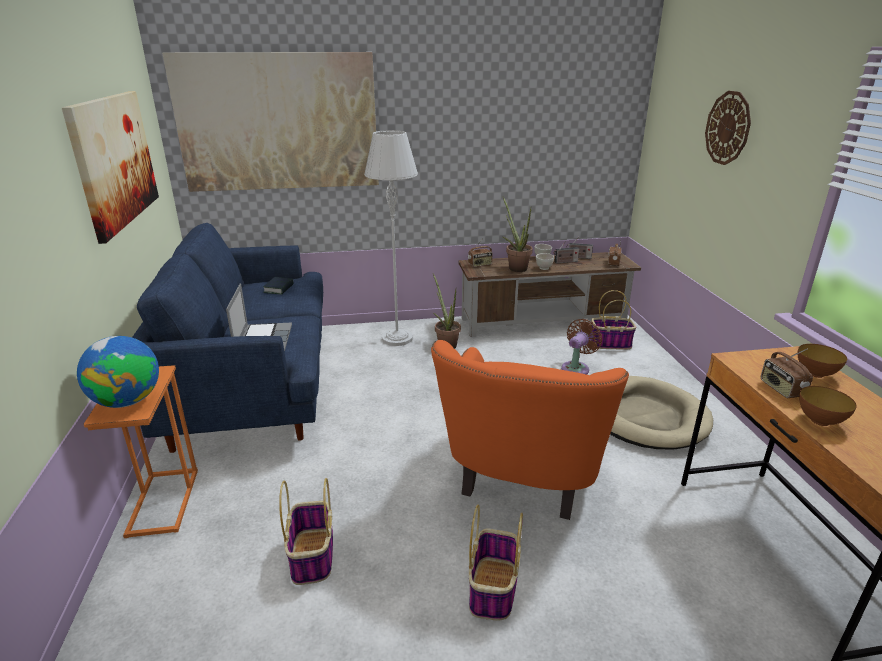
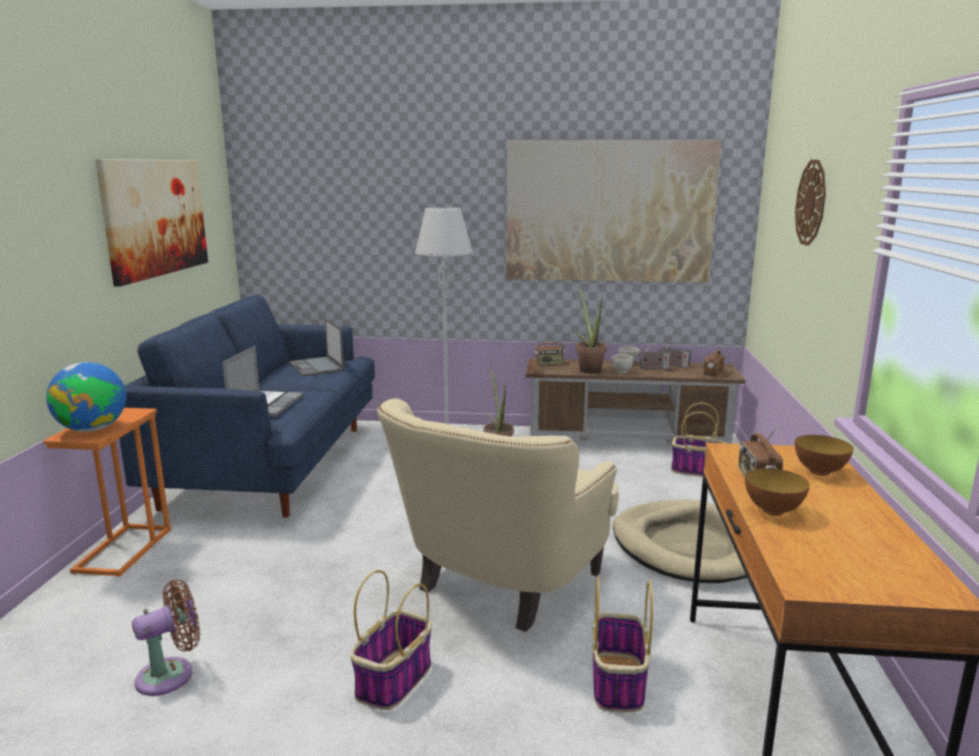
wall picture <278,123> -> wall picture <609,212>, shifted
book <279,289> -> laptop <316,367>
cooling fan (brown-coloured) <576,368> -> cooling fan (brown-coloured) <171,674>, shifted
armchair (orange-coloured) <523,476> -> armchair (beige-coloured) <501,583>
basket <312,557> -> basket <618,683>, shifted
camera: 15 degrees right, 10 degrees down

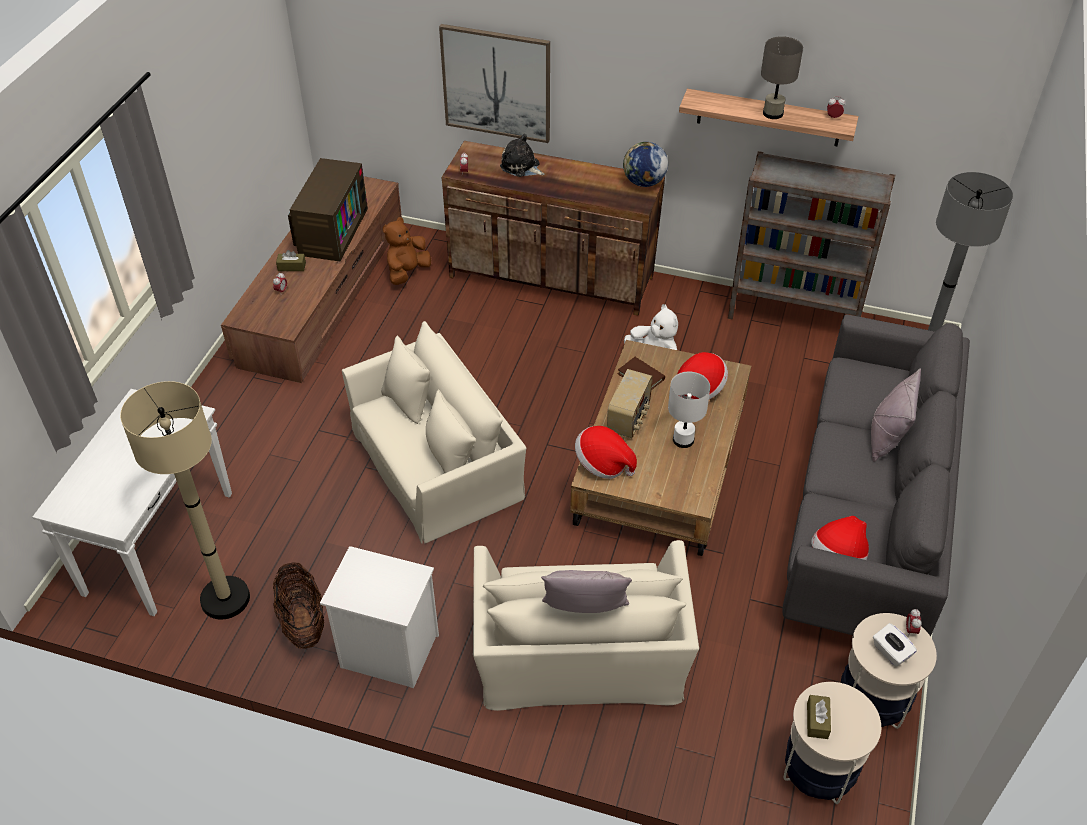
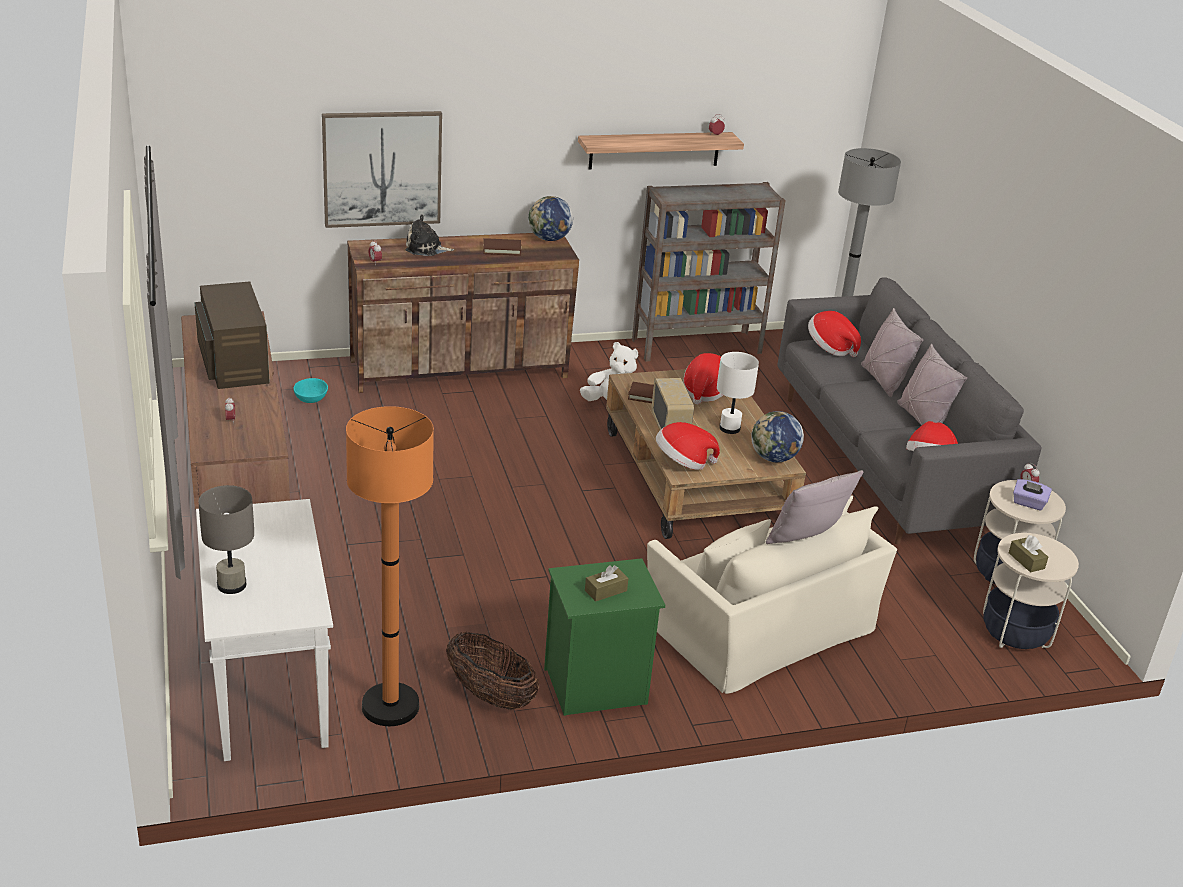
tabletop lamp (gray) <772,113> -> tabletop lamp (gray) <231,585>, shifted
cuddly toy (brown-coloured) <407,272> -> deep dish (turquoise-coloured) <310,399>
box of tissues (brown-coloured) <291,267> -> box of tissues (brown-coloured) <605,591>, shifted
armchair (beige-coloured) <437,464> -> none
standing lamp (beige-coloured) <225,599> -> standing lamp (orange-coloured) <390,706>
night table (white-coloured) <387,651> -> night table (green) <595,687>
box of tissues (white-coloured) <890,652> -> box of tissues (purple-coloured) <1028,503>
none -> book (brown-coloured) <502,249>
none -> hat <830,348>
none -> cushion (purple-coloured) <922,419>
none -> desk globe <773,458>
camera: 35 degrees left, 15 degrees down

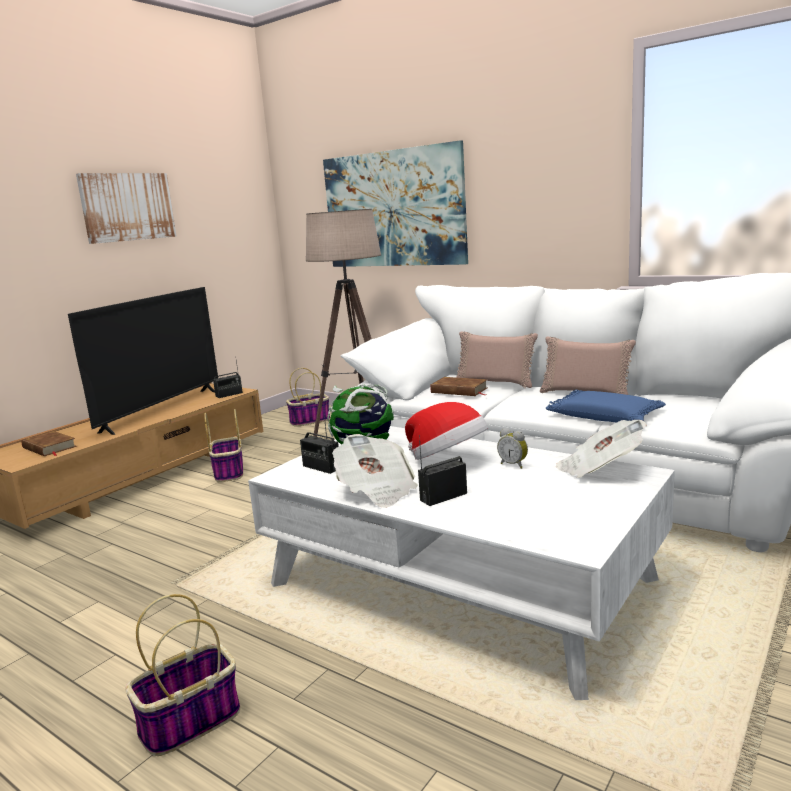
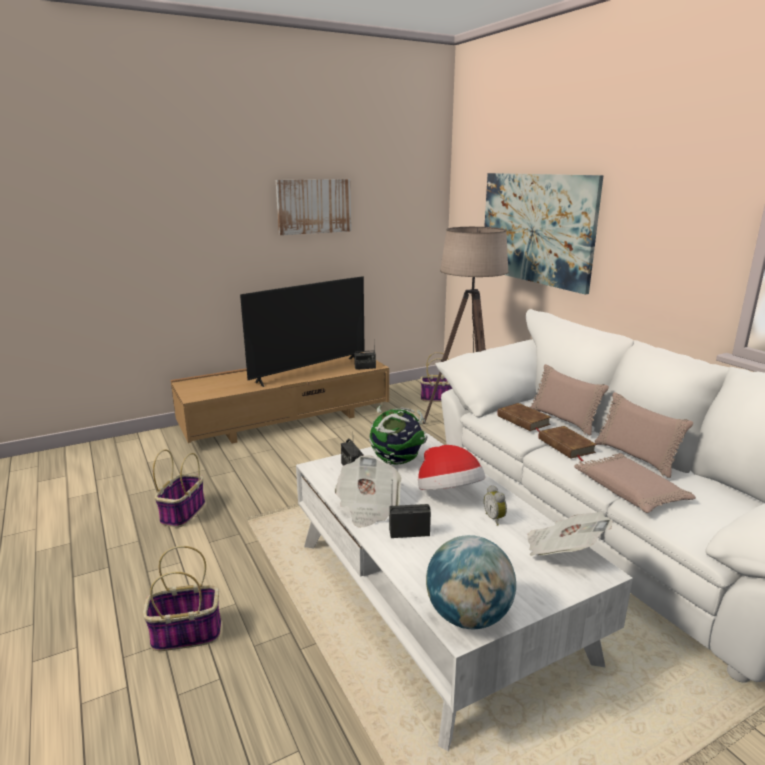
cushion (blue) <604,414> -> cushion (beige-coloured) <630,488>
basket <229,472> -> basket <183,512>, shifted
book (brown-coloured) <49,447> -> book (brown-coloured) <566,446>, shifted
none -> desk globe <468,617>
camera: 25 degrees right, 5 degrees up

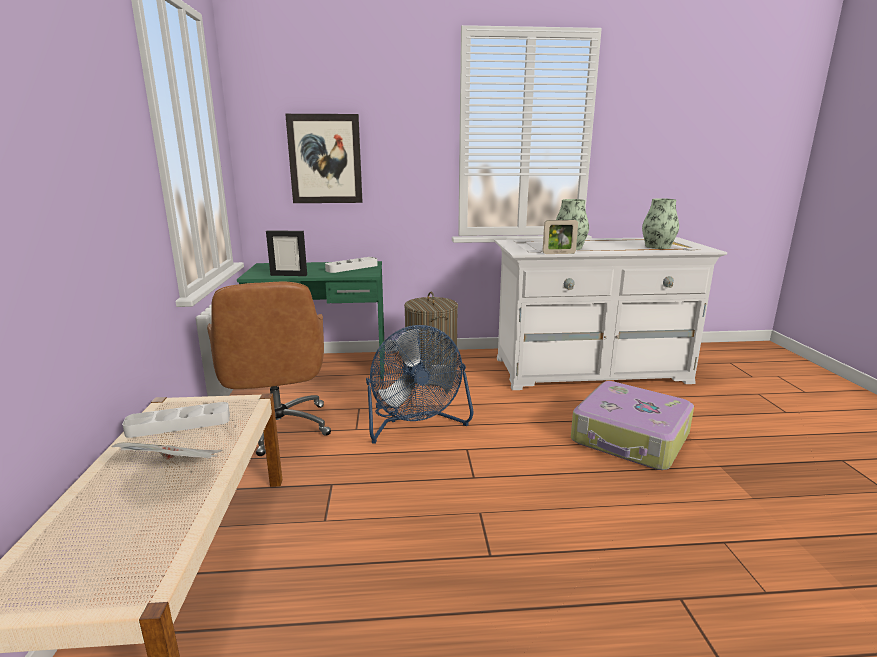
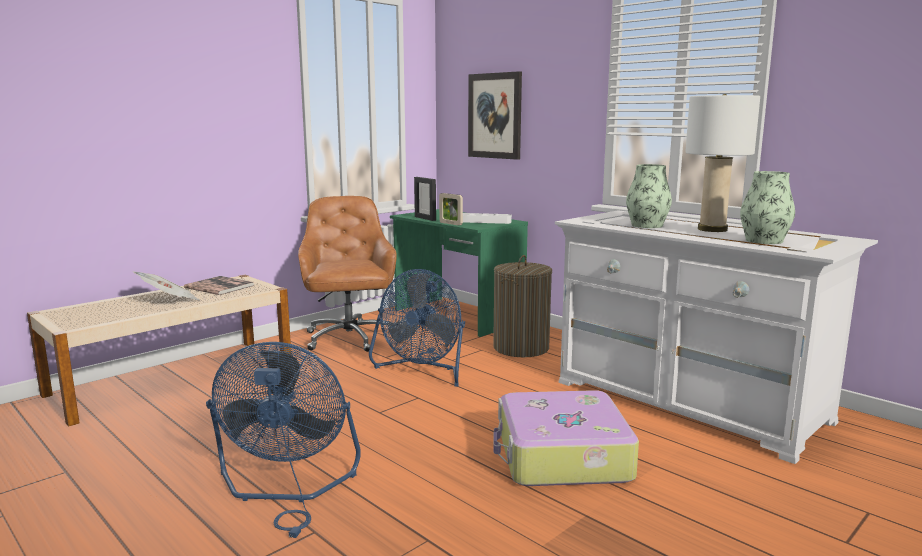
picture frame <558,253> -> picture frame <450,224>, shifted
office chair (brown-coloured) <277,427> -> office chair (brown-coloured) <350,338>, 135 degrees clockwise
carrying tray (white-coloured) <179,424> -> book <219,287>
none -> tabletop lamp (white-coloured) <712,229>
none -> cooling fan (blue) <285,489>
camera: 50 degrees right, 5 degrees down

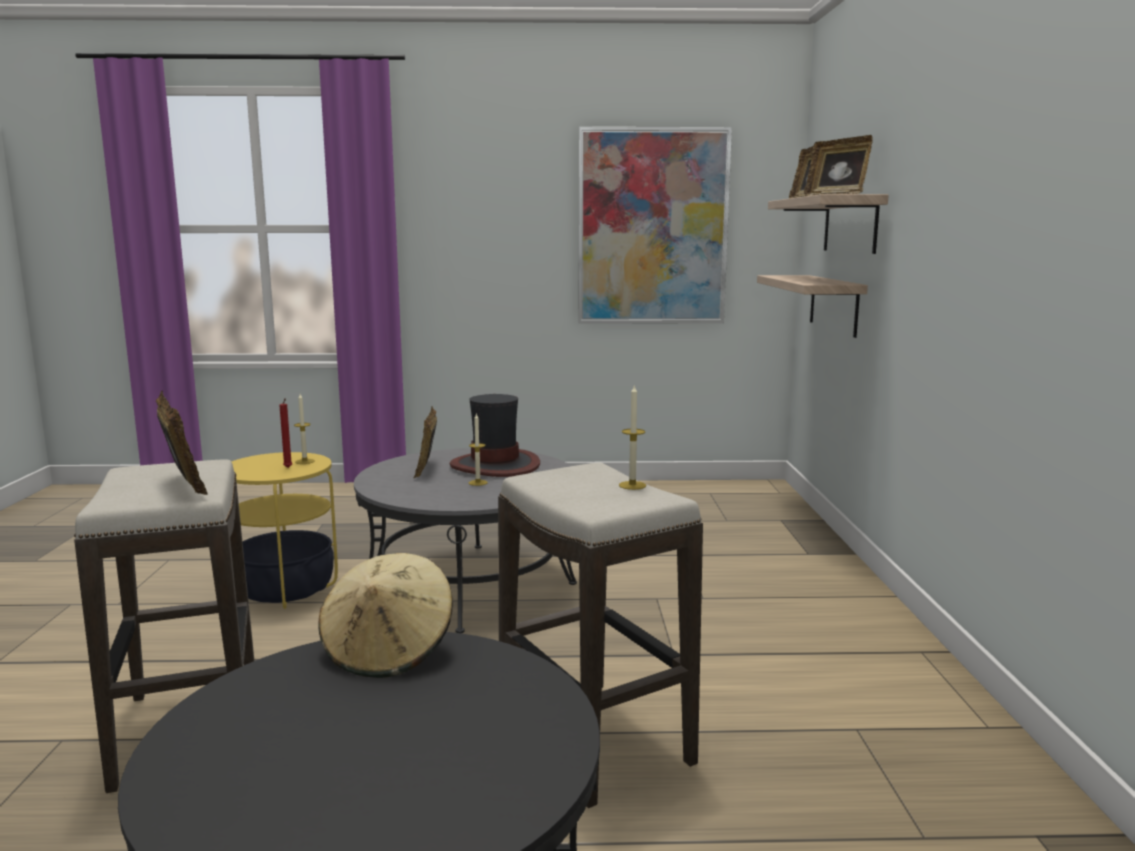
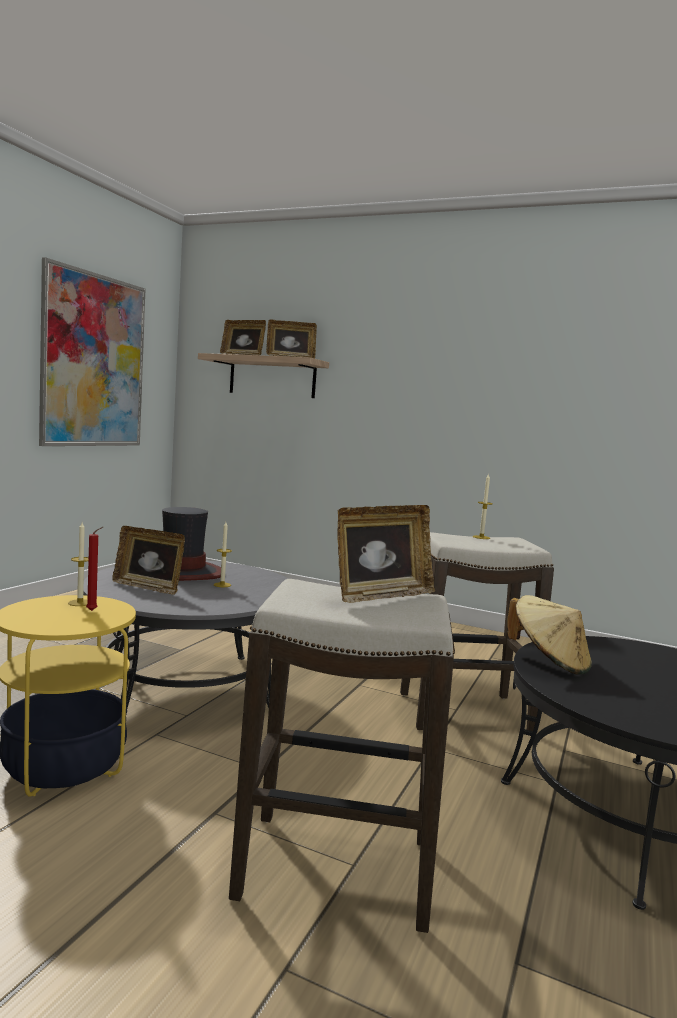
wall shelf <833,304> -> none
picture frame <184,485> -> picture frame <381,595>, 150 degrees clockwise
camera: 65 degrees left, 5 degrees down

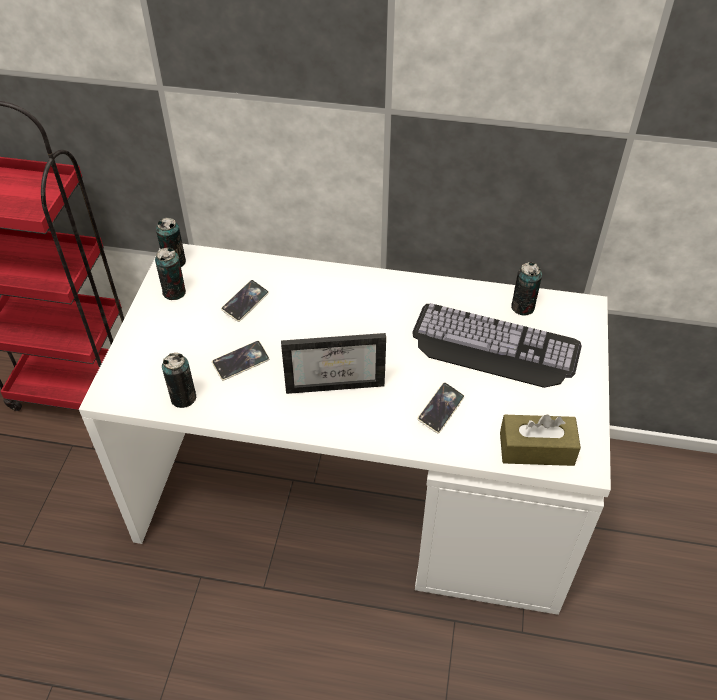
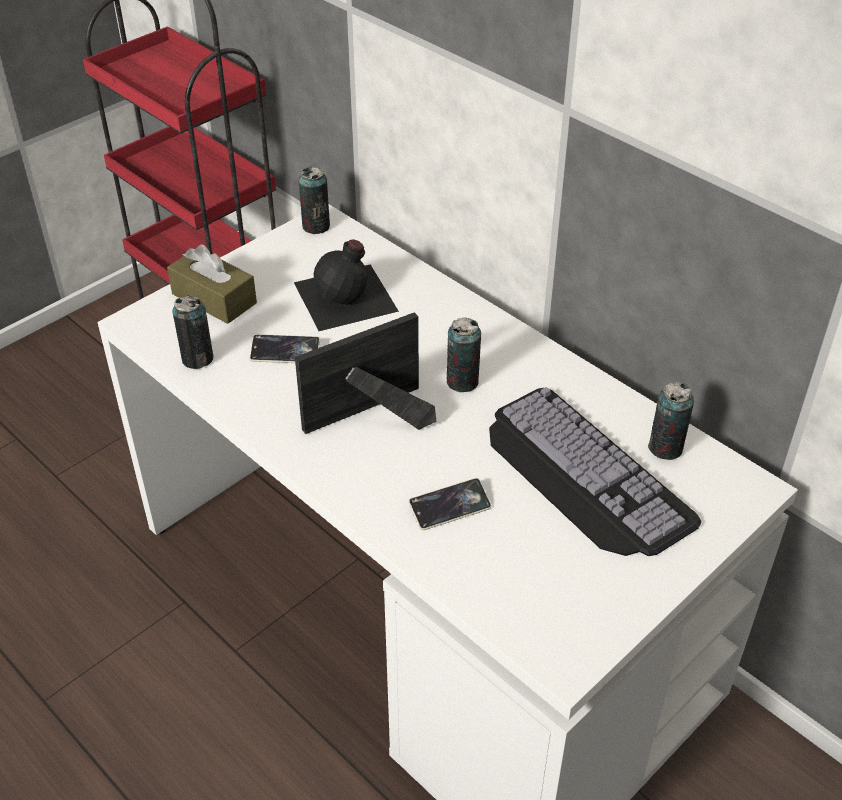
can <174,292> -> can <462,382>, shifted
phone <245,303> -> beverage bottle (blackish) <347,297>
picture frame <336,380> -> picture frame <365,418>, 120 degrees clockwise
box of tissues (brown-coloured) <536,449> -> box of tissues (brown-coloured) <214,298>, shifted
camera: 35 degrees right, 5 degrees down

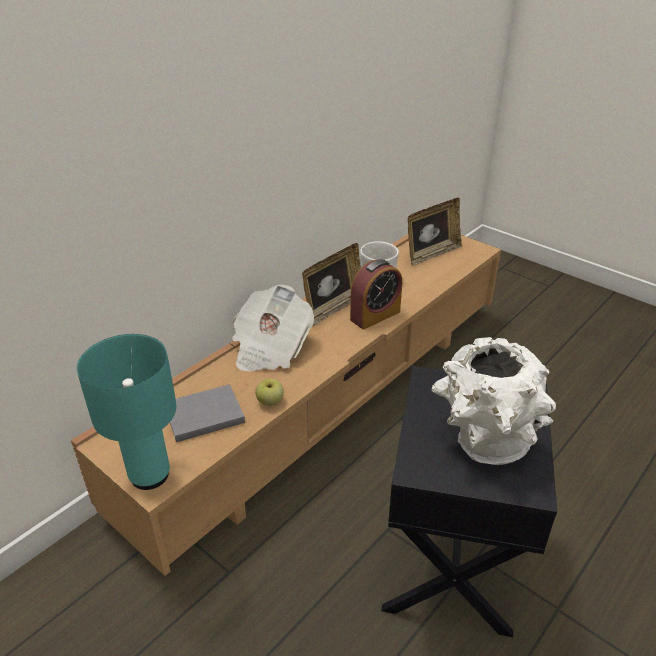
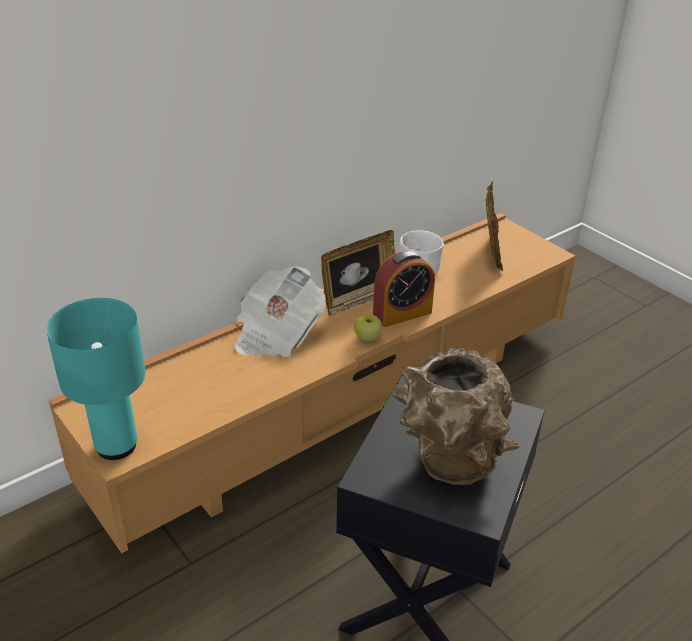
picture frame <431,254> -> picture frame <491,252>, 60 degrees counterclockwise
decorative vase (white-coloured) <484,447> -> decorative vase (brown-coloured) <447,464>
whole apple <270,402> -> whole apple <367,337>, shifted
book (gray) <202,415> -> none
camera: 10 degrees right, 0 degrees up

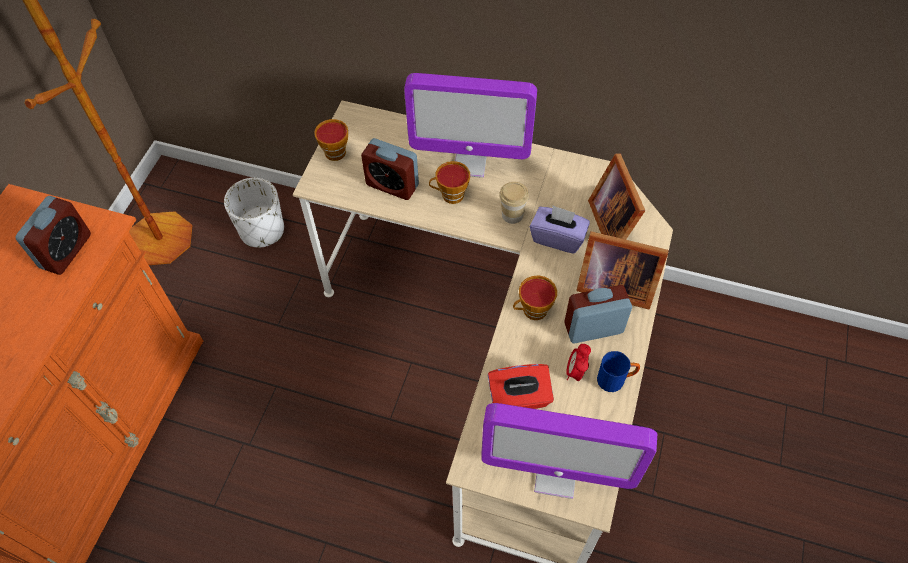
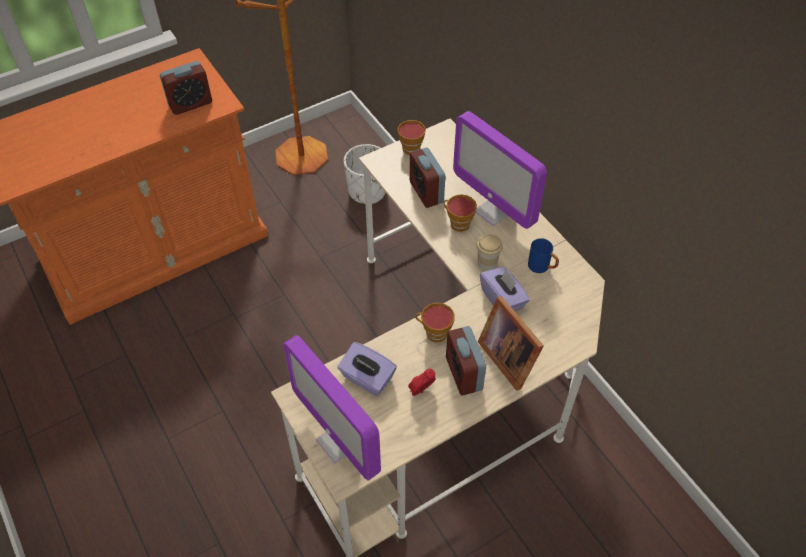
picture frame <614,222> -> none
alarm clock <593,328> -> alarm clock <463,373>, 135 degrees counterclockwise
mug (blue) <616,379> -> mug (blue) <542,267>, shifted
box of tissues (red) <519,398> -> box of tissues (purple-coloured) <367,378>
camera: 40 degrees right, 5 degrees down

